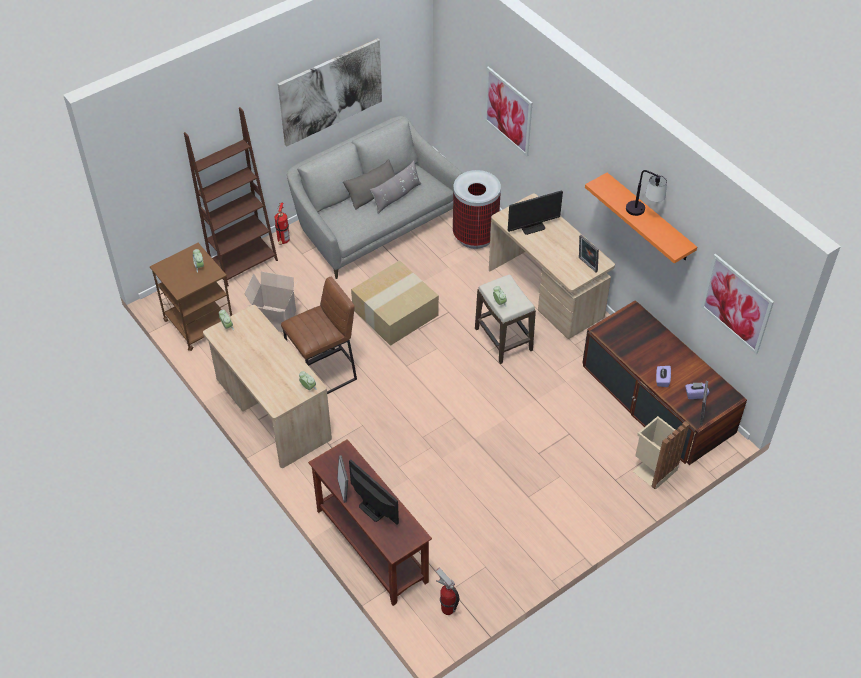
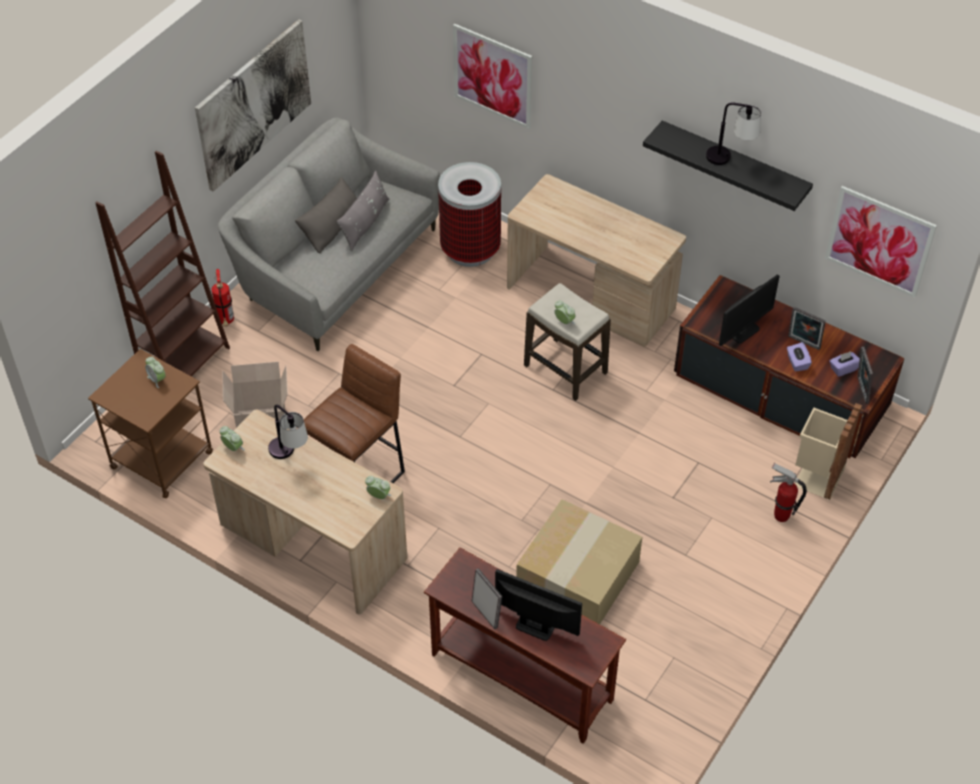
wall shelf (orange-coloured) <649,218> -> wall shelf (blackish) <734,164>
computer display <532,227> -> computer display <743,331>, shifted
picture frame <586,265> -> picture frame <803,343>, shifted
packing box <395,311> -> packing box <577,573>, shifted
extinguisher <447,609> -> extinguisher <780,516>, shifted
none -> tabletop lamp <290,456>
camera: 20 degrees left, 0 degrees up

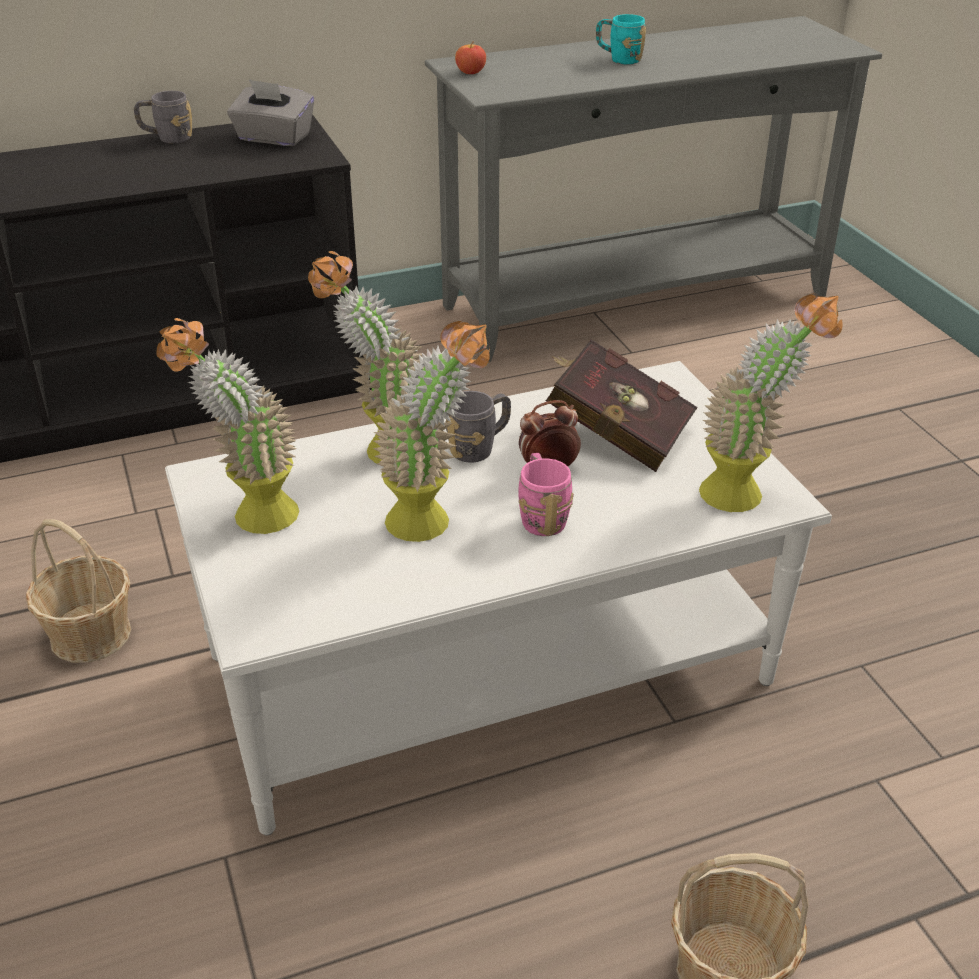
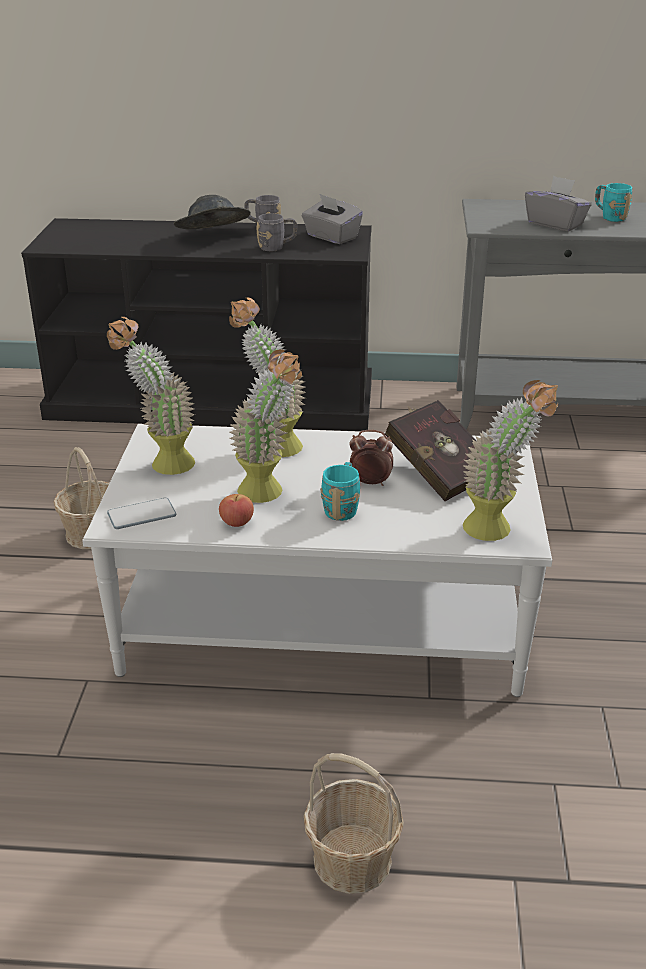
whole apple <470,72> -> whole apple <237,522>, shifted
mug (gray) <479,447> -> mug (gray) <277,247>, shifted
mug (pink-coloured) <541,516> -> mug (turquoise-coloured) <342,508>
none -> box of tissues (gray) <555,224>
none -> hat (gray) <212,237>
none -> phone <141,515>
camera: 25 degrees right, 5 degrees down

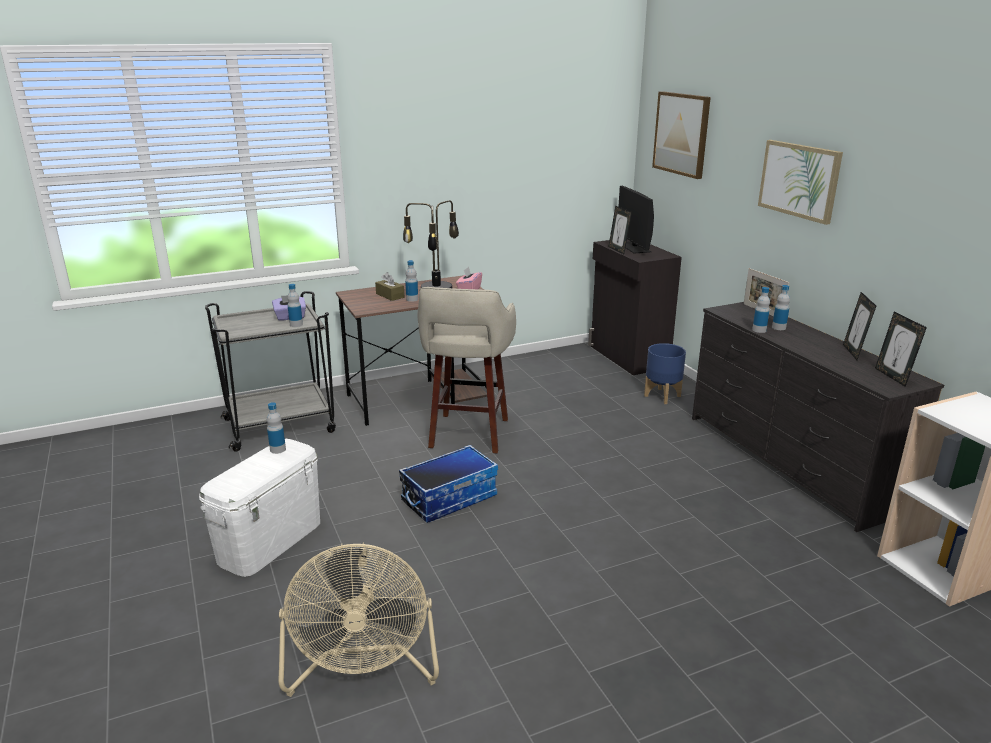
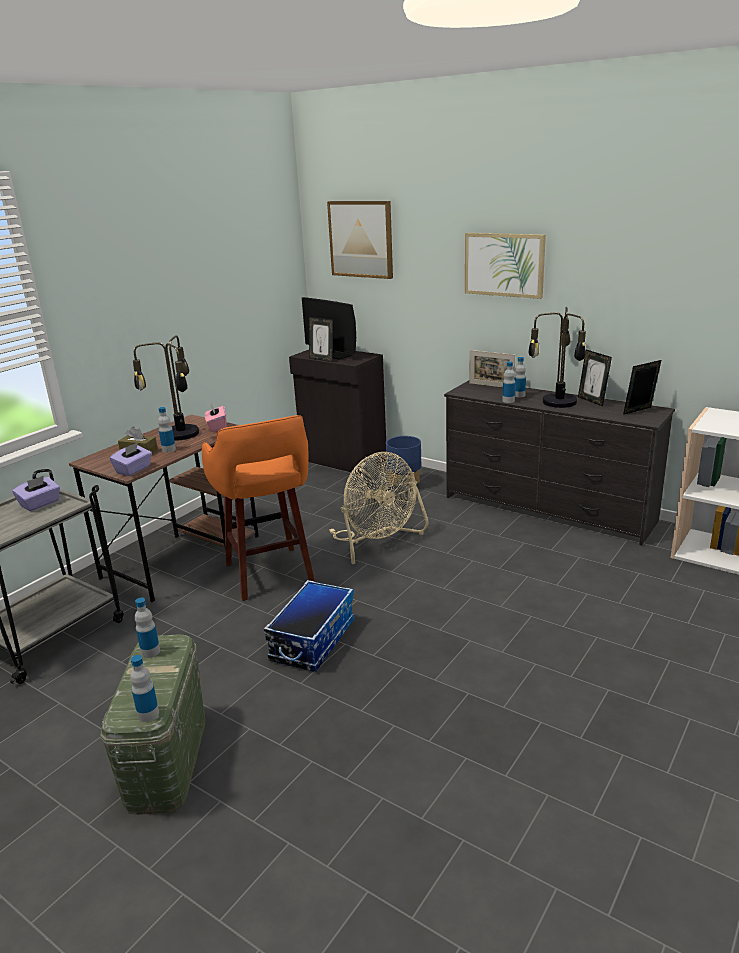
beverage bottle <296,324> -> beverage bottle <148,714>, shifted
stool seat (beige-coloured) <468,435> -> stool seat (orange-coloured) <270,576>
picture frame <893,377> -> picture frame <639,411>, 105 degrees clockwise
storage bin (white-coloured) <270,541> -> storage bin (green) <167,760>
cooling fan (beige-coloured) <358,667> -> cooling fan (beige-coloured) <374,542>, shifted
none -> tabletop lamp <558,402>
none -> box of tissues (purple-coloured) <134,470>
camera: 30 degrees left, 0 degrees up

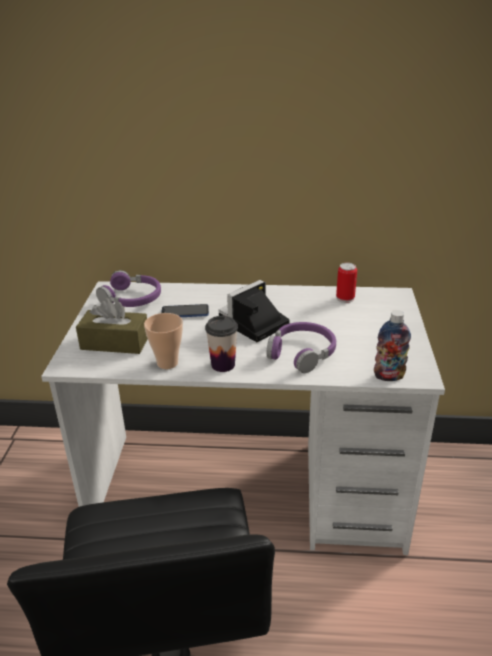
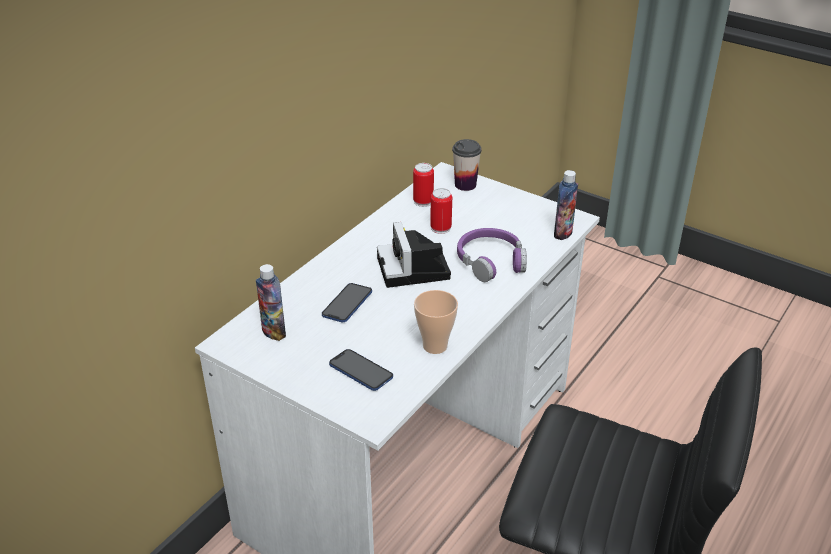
headset (purple-coloured) <132,298> -> beverage bottle <273,332>
box of tissues (brown-coloured) <115,343> -> phone <361,371>
drinking cup <223,365> -> drinking cup <465,185>, shifted
none -> can <440,228>
camera: 60 degrees left, 5 degrees up

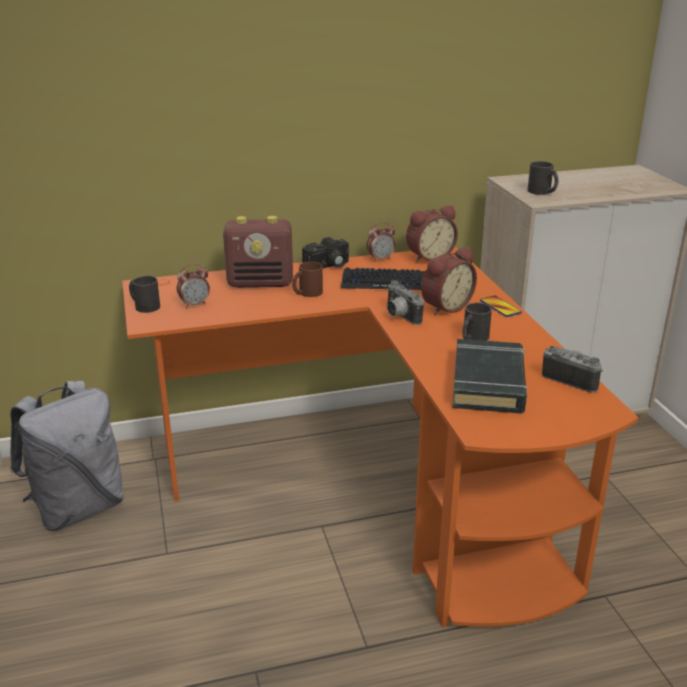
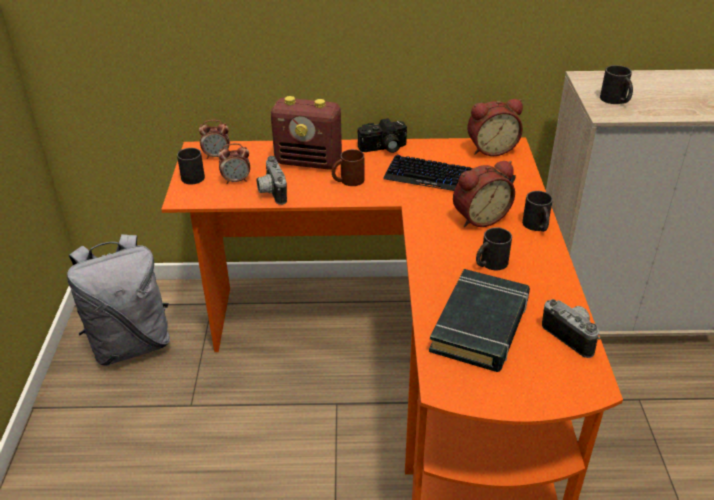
alarm clock <380,259> -> alarm clock <217,156>, shifted
still camera <399,316> -> still camera <270,192>, shifted
phone <500,307> -> mug (blackish) <537,226>
camera: 15 degrees right, 10 degrees up

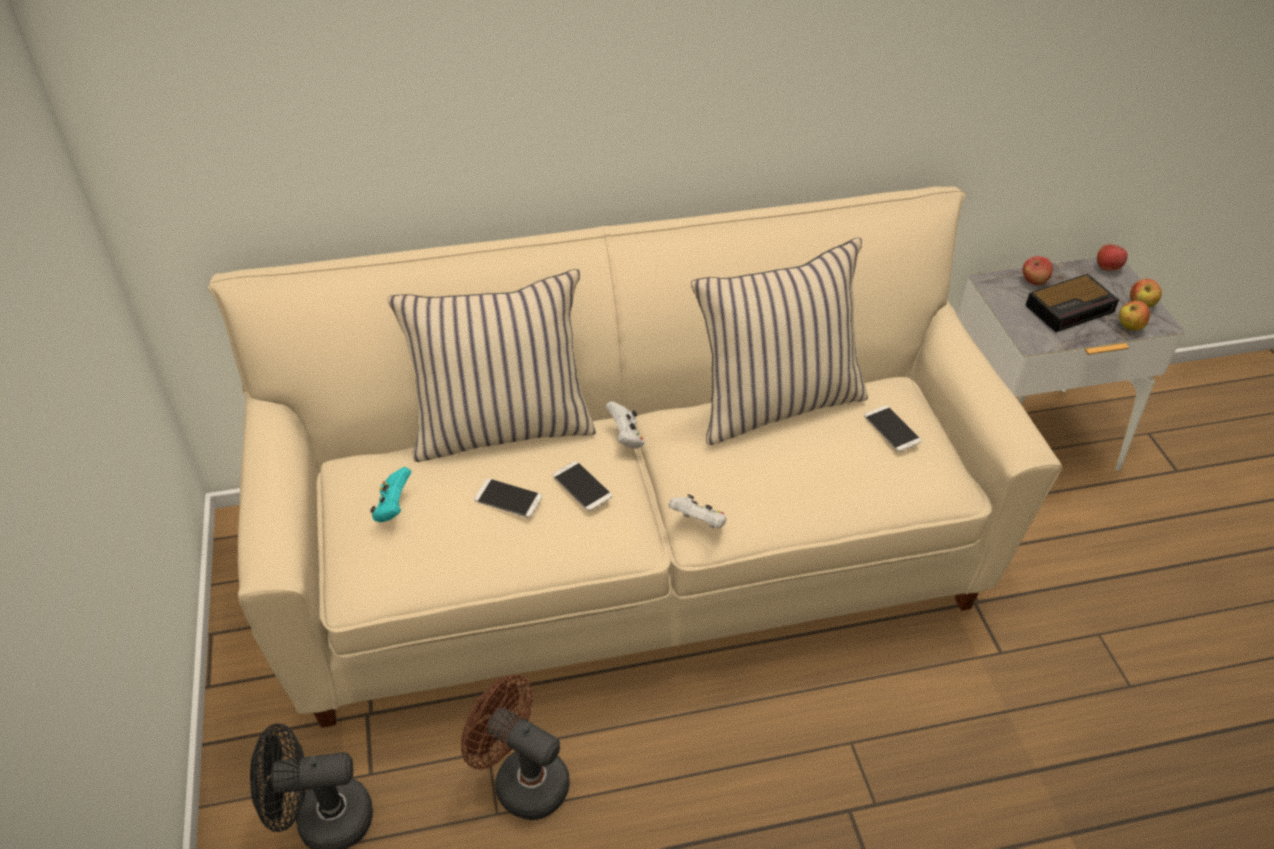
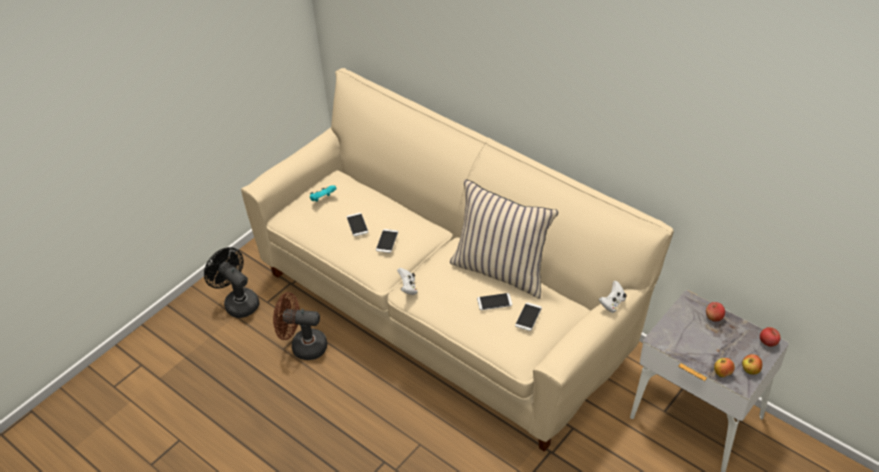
cushion (beige-coloured) <501,427> -> none
alarm clock <1071,308> -> none
gamepad (white-coloured) <625,437> -> gamepad (white-coloured) <612,303>, shifted
cooling fan (brown-coloured) <521,780> -> cooling fan (brown-coloured) <303,346>, 75 degrees counterclockwise
none -> phone <494,302>
camera: 55 degrees right, 0 degrees up

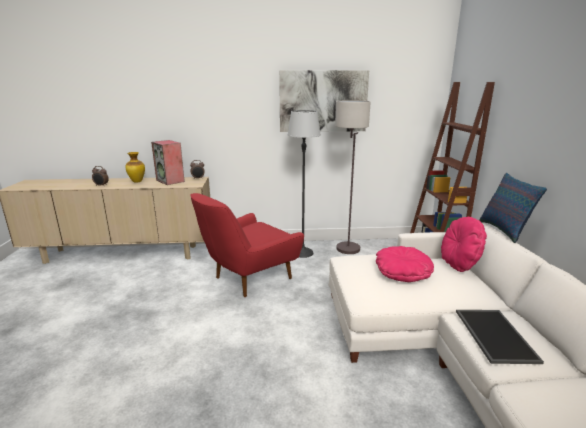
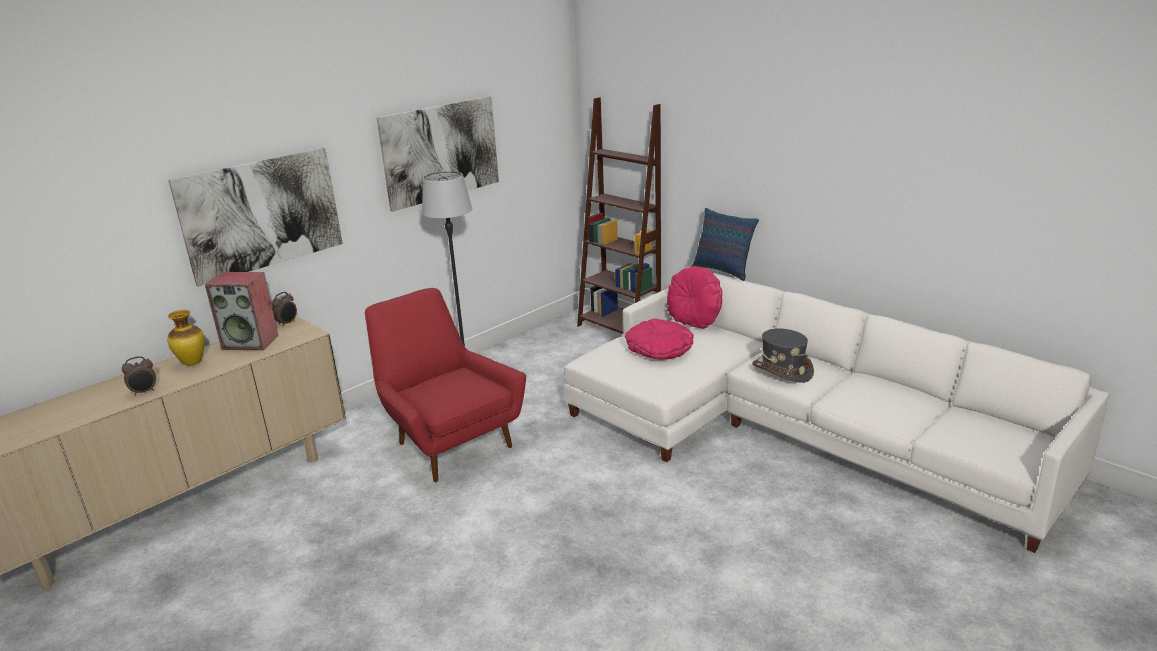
standing lamp (gray) <346,252> -> none
armchair (red) <248,279> -> armchair (red) <448,443>, 135 degrees clockwise
carrying tray <493,334> -> hat (gray) <782,370>
none -> wall picture <262,214>
camera: 40 degrees left, 5 degrees up

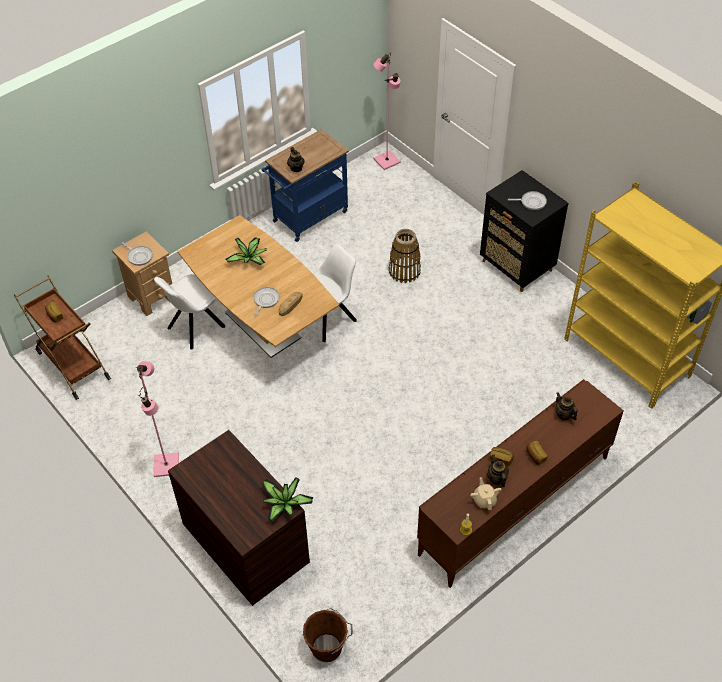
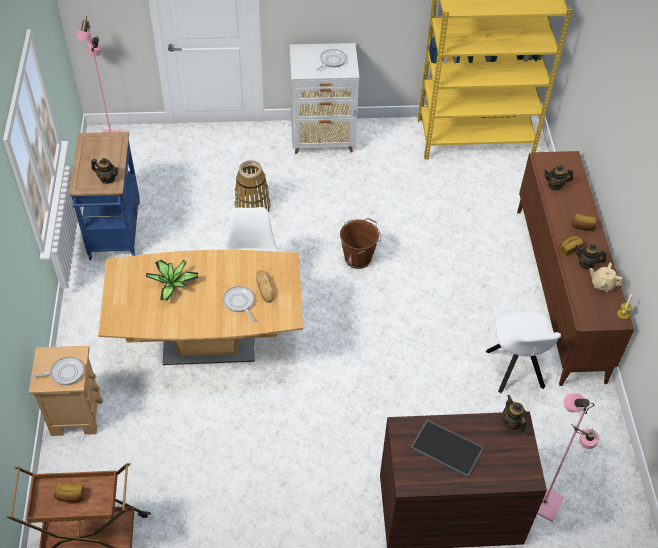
drawer chest (blackish) <517,266> -> drawer chest (white-coloured) <323,137>
upright chair (white-coloured) <195,327> -> upright chair (white-coloured) <515,369>, shifted
standing lamp (pink-coloured) <166,465> -> standing lamp (pink-coloured) <544,503>, shifted
plant in a pot <284,504> -> teapot <512,423>
bucket (brown-coloured) <328,648> -> bucket (brown-coloured) <358,257>, shifted
none -> carrying tray <445,449>
camera: 55 degrees left, 0 degrees up

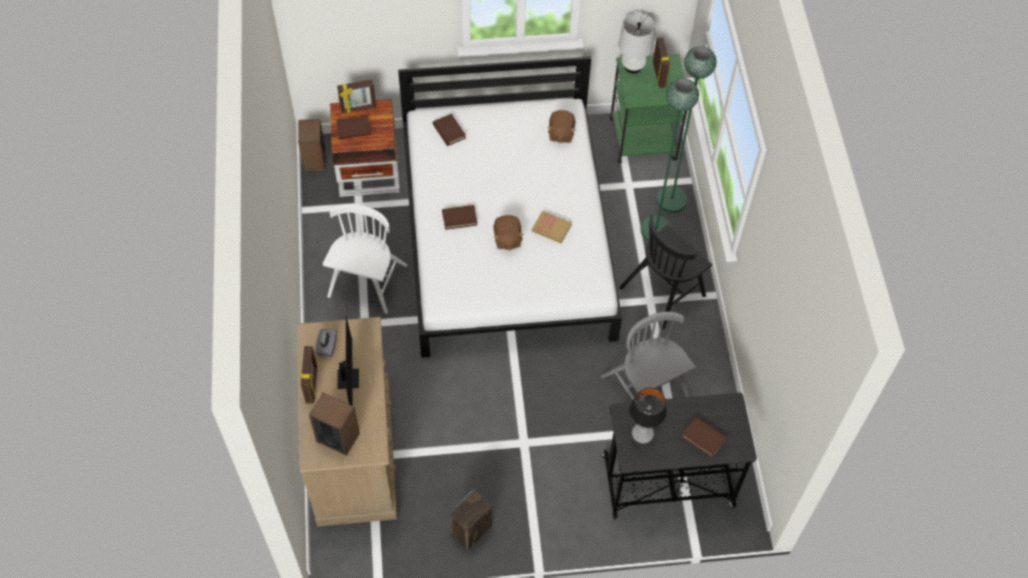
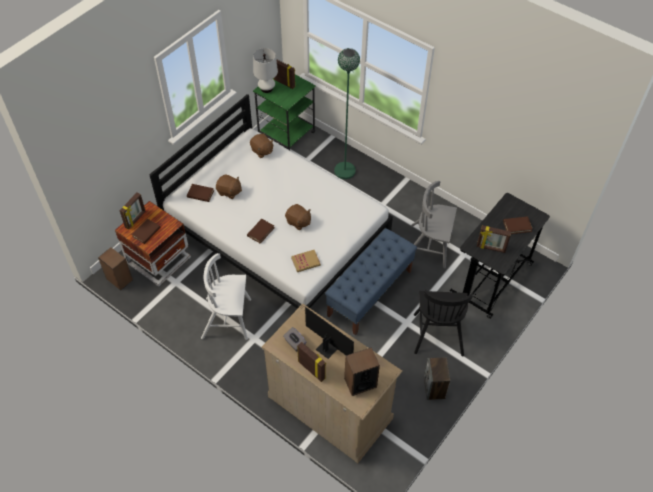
standing lamp (green) <672,200> -> none
upright chair (white-coloured) <366,284> -> upright chair (white-coloured) <230,318>, 60 degrees counterclockwise
book <551,228> -> book <305,261>, shifted
upright chair (blackish) <665,288> -> upright chair (blackish) <438,331>, shifted
tabletop lamp <643,434> -> picture frame <491,248>
none -> cuddly toy (brown-coloured) <229,192>
none -> bench (blue) <370,293>
camera: 45 degrees left, 5 degrees down

